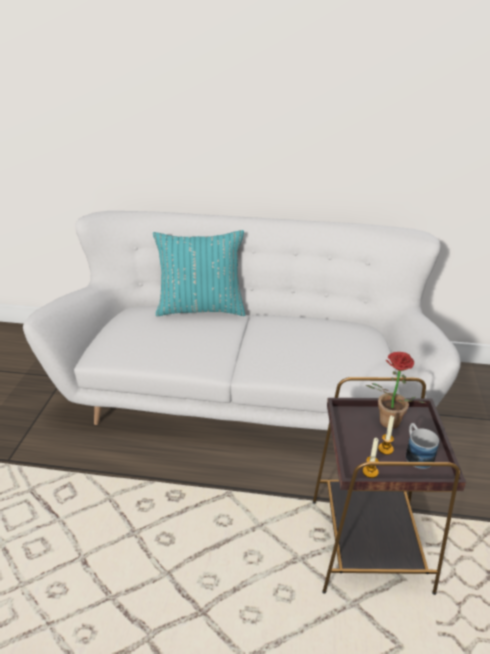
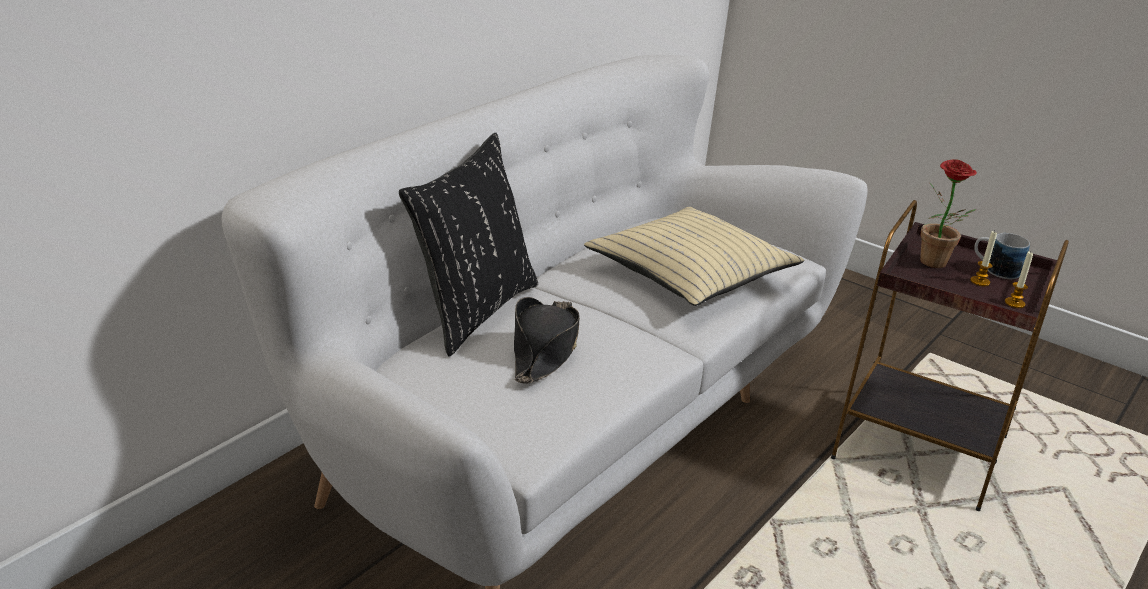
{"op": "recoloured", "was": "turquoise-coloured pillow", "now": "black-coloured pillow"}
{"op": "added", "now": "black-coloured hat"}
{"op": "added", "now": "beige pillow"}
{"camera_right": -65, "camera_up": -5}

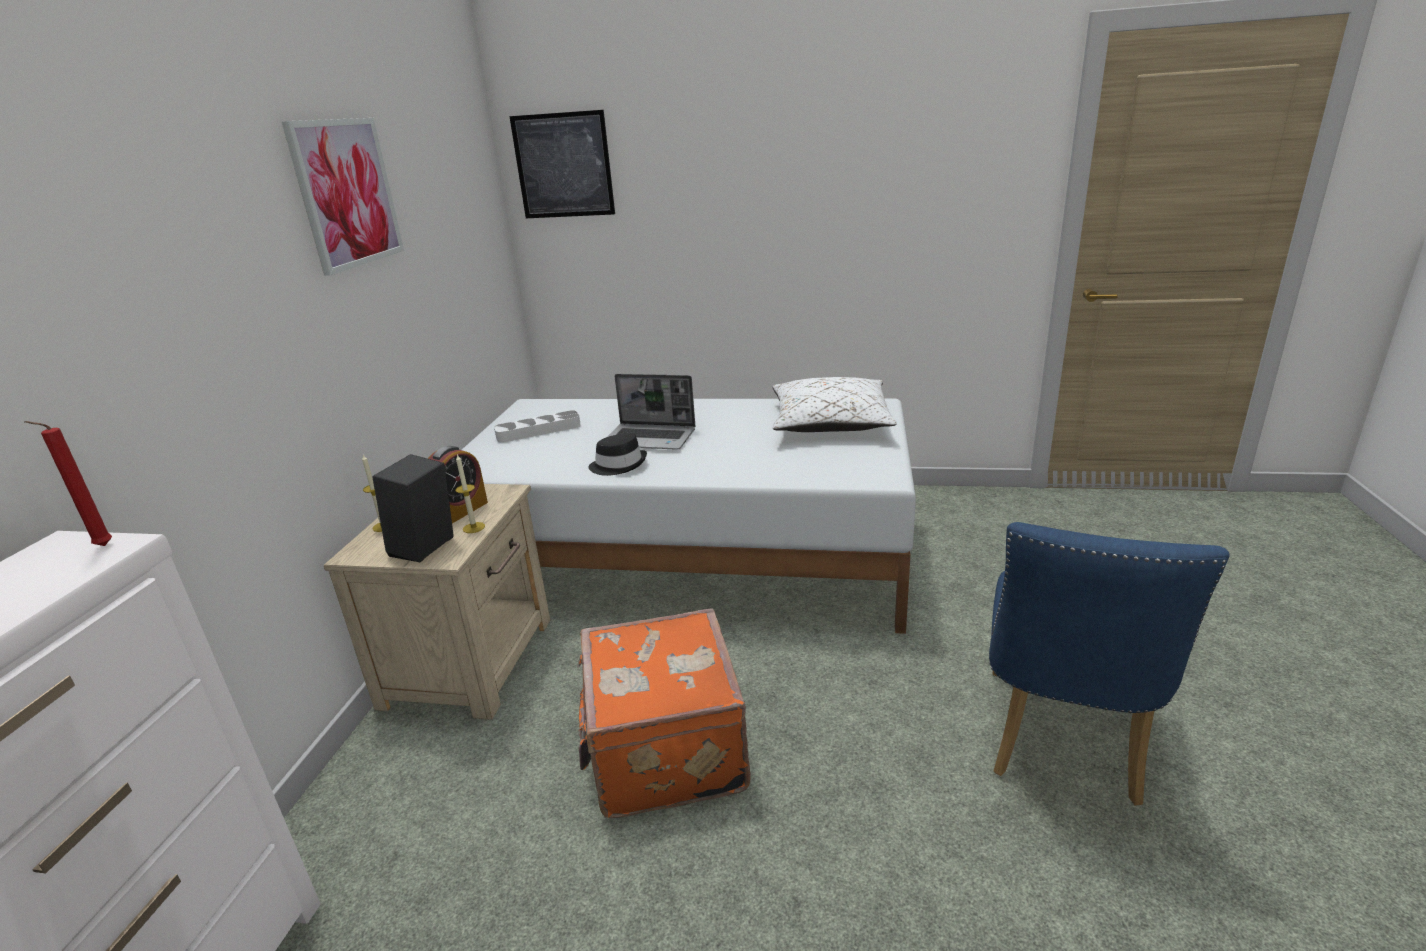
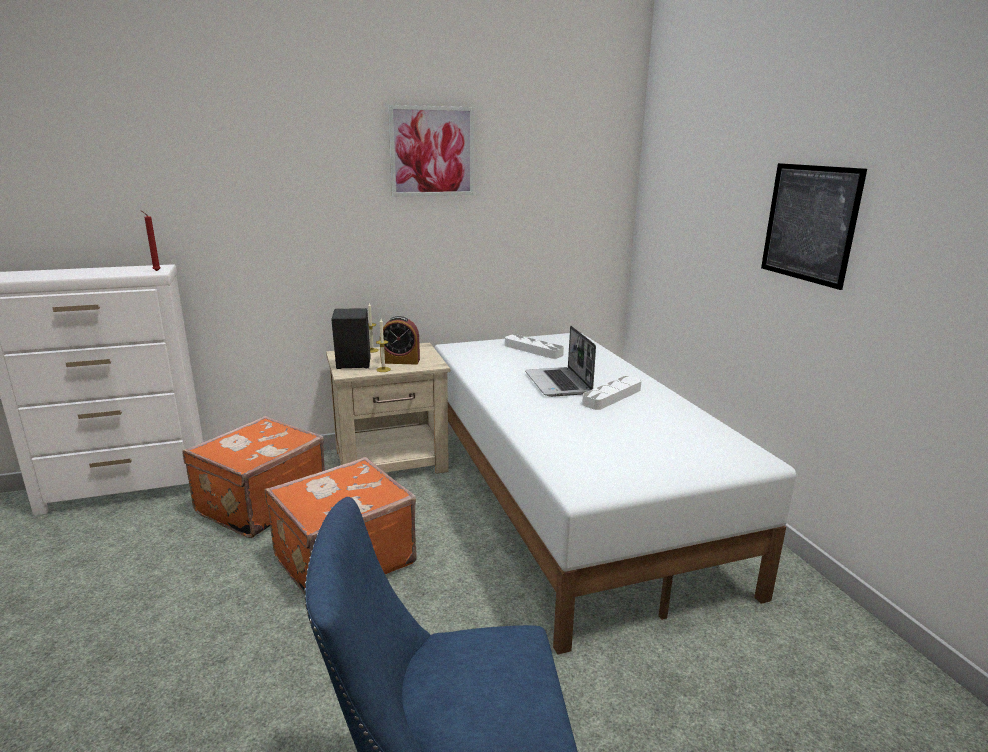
{"op": "moved", "was": "wall picture (2nd from left)"}
{"op": "removed", "was": "black-coloured hat"}
{"op": "removed", "was": "white pillow"}
{"op": "added", "now": "orange-coloured travel case (1st from left)"}
{"op": "added", "now": "white carrying tray (2nd from left)"}
{"camera_right": 60, "camera_up": -5}

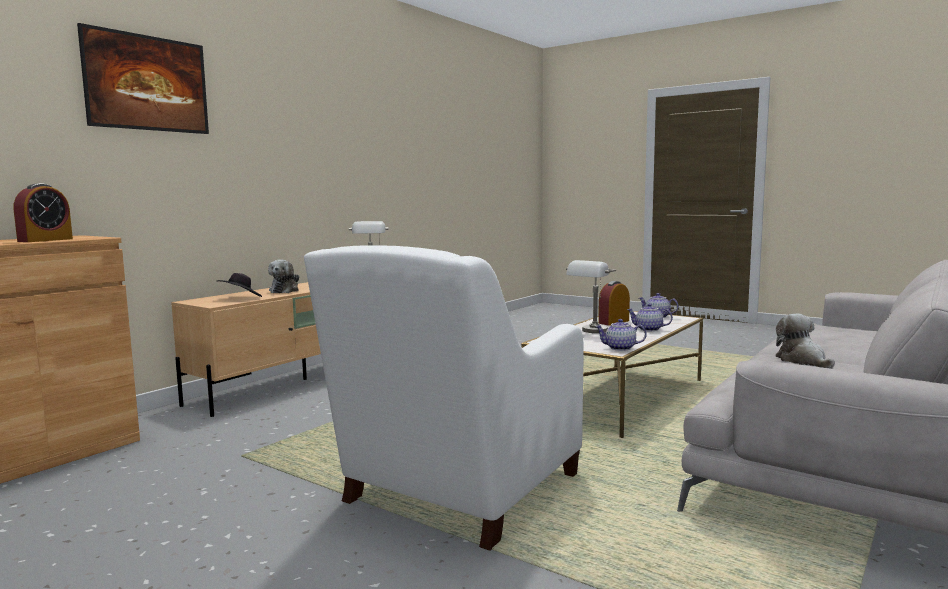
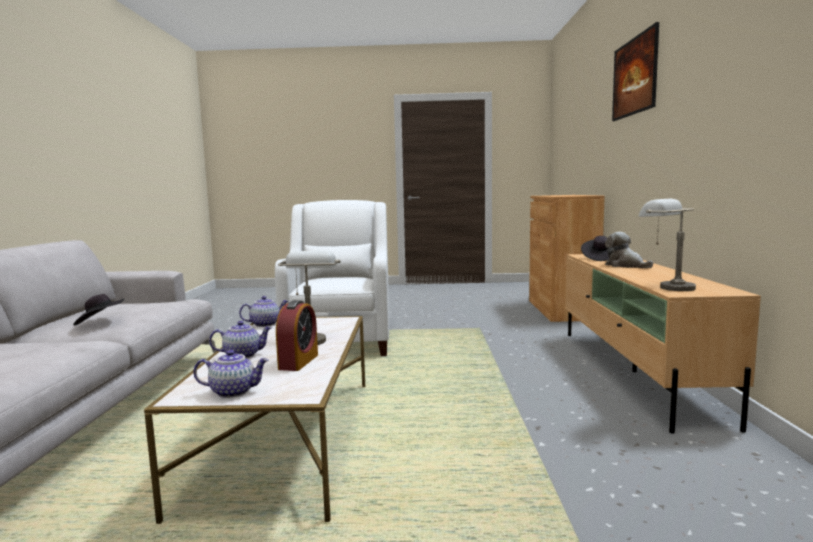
{"op": "removed", "was": "table clock (1st from left)"}
{"op": "replaced", "was": "soft toy (2nd from left)", "now": "black-coloured hat (1st from left)"}
{"camera_right": 145, "camera_up": 0}

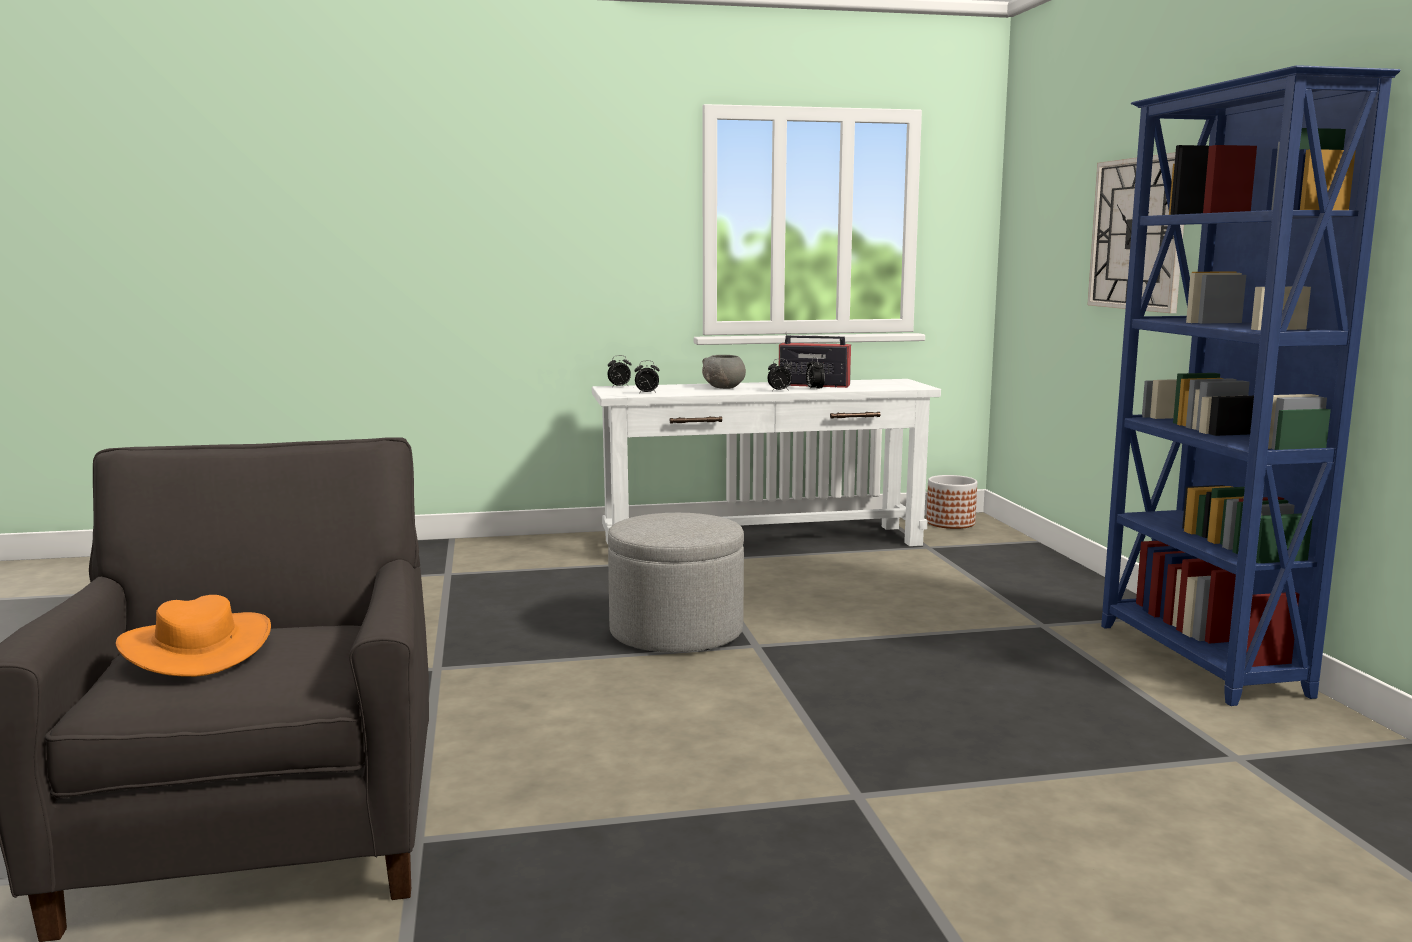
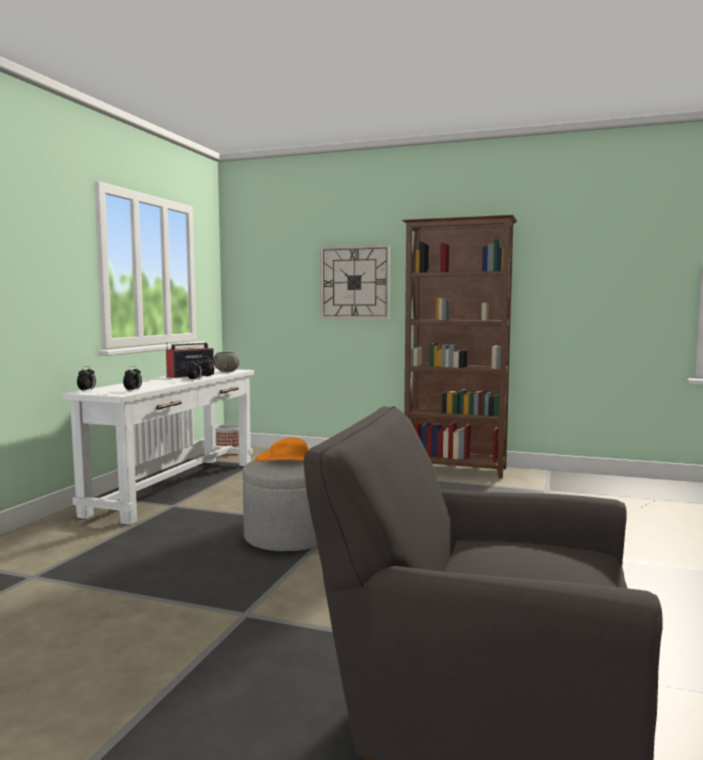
{"op": "moved", "was": "orange-coloured hat"}
{"op": "moved", "was": "greyish deep dish"}
{"op": "recoloured", "was": "blue bookcase", "now": "brownish bookcase"}
{"camera_right": -60, "camera_up": -5}

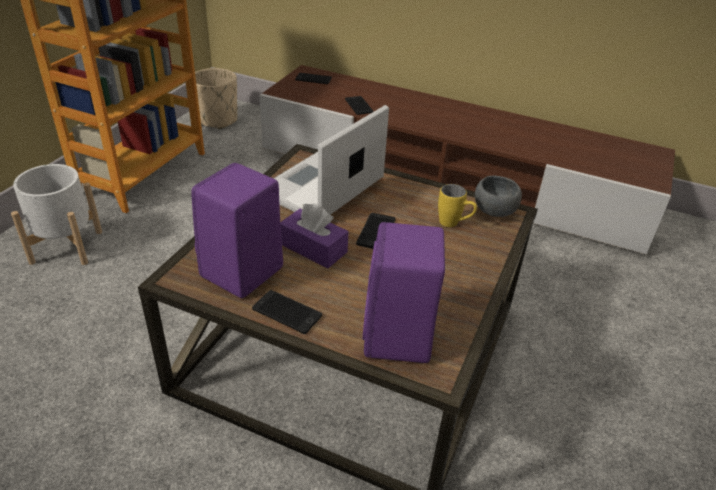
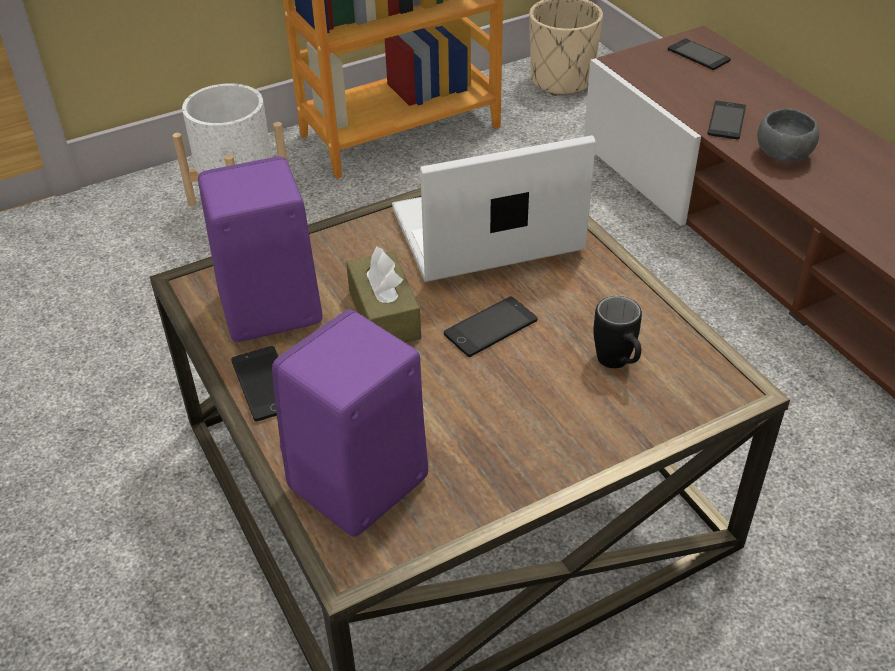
{"op": "recoloured", "was": "purplish box of tissues", "now": "brownish box of tissues"}
{"op": "recoloured", "was": "yellowish tea mug", "now": "black-coloured tea mug"}
{"op": "moved", "was": "greyish deep dish"}
{"camera_right": 40, "camera_up": 5}

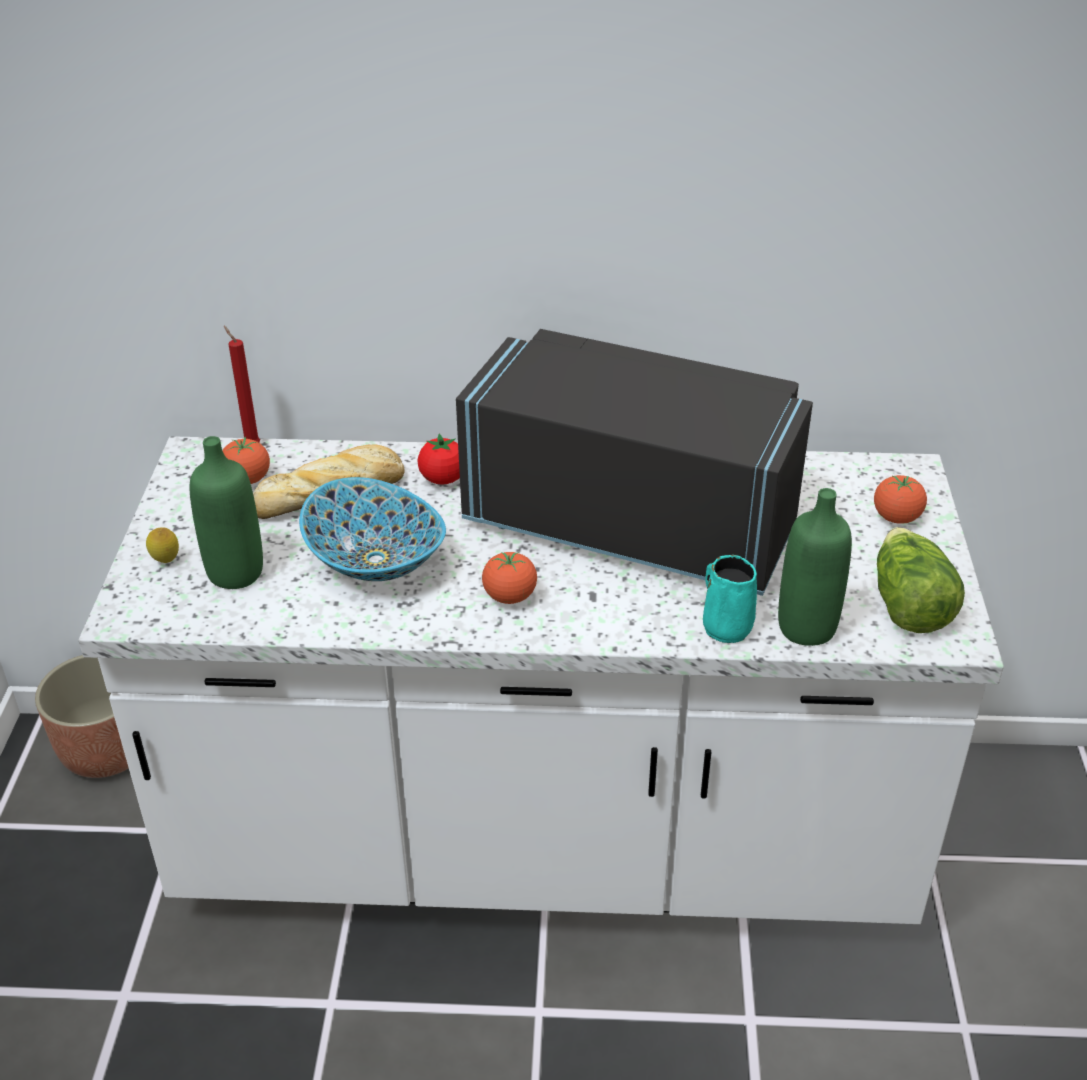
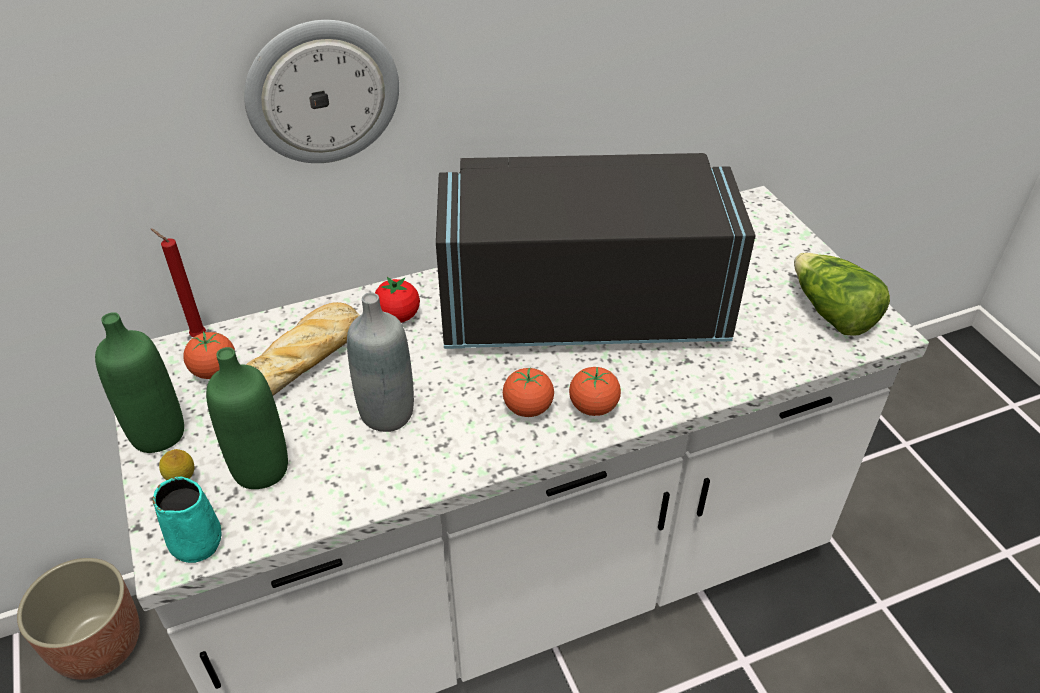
{"op": "replaced", "was": "deep dish", "now": "greyish drink bottle"}
{"op": "moved", "was": "turquoise-coloured tea mug"}
{"op": "moved", "was": "green drink bottle (2nd from left in the first image)", "now": "green drink bottle (1st from left)"}
{"op": "moved", "was": "tomato (4th from left)"}
{"op": "added", "now": "clock on the wall"}
{"camera_right": -25, "camera_up": 5}

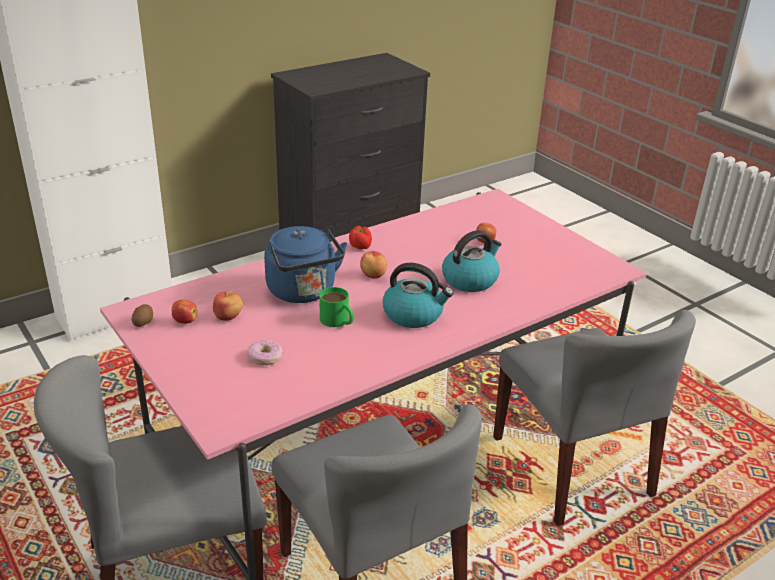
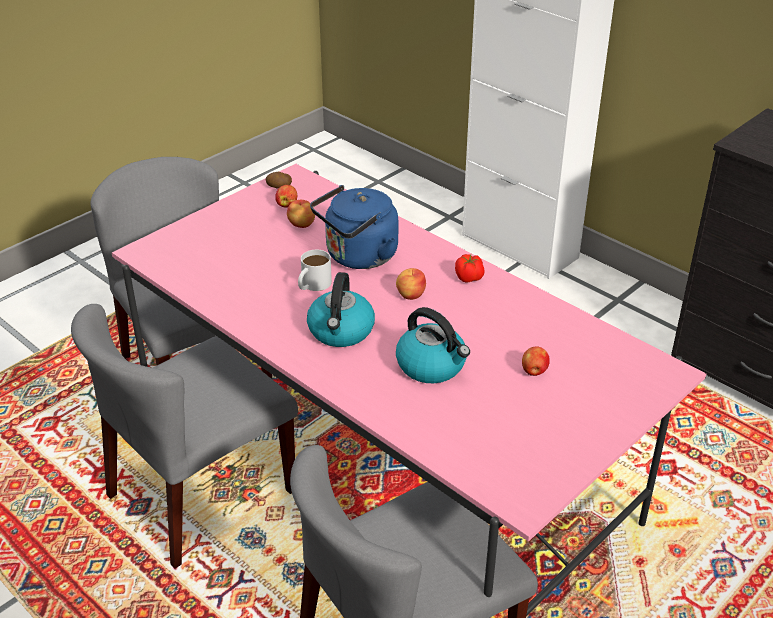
{"op": "removed", "was": "doughnut"}
{"op": "recoloured", "was": "green tea mug", "now": "white tea mug"}
{"camera_right": 80, "camera_up": 5}

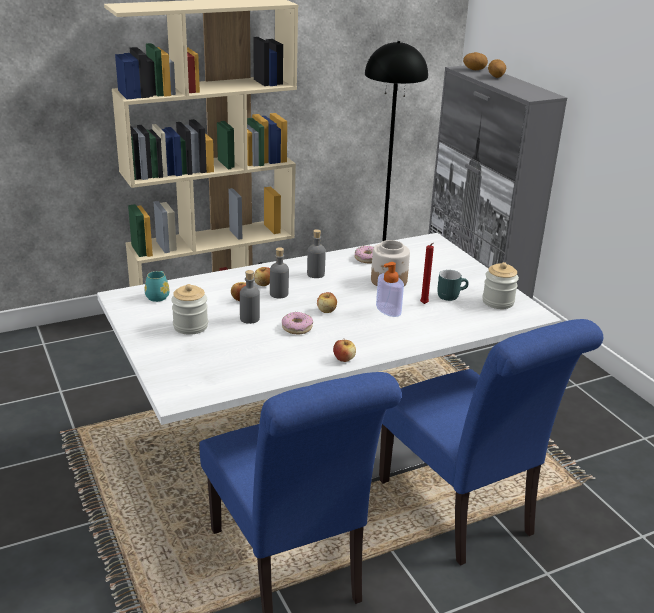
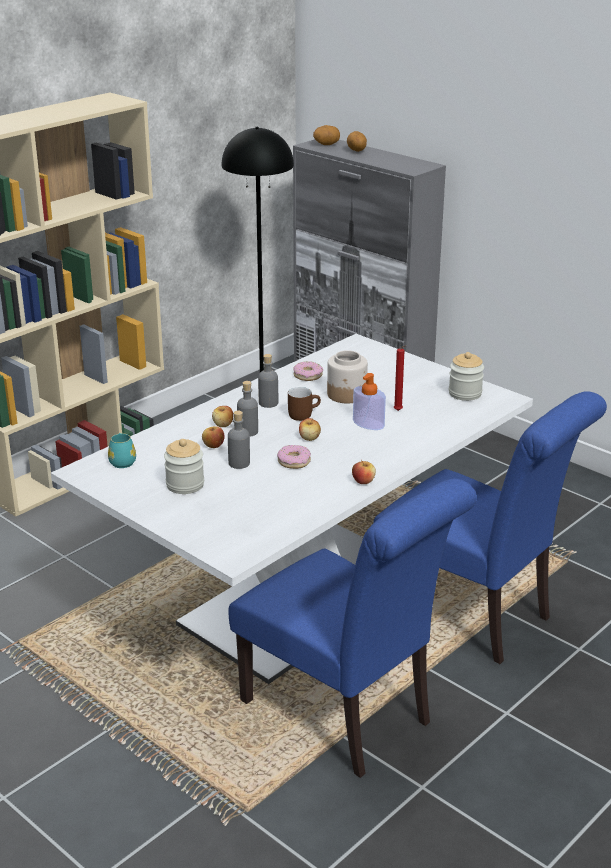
{"op": "removed", "was": "turquoise-coloured tea mug (2nd from left)"}
{"op": "added", "now": "brownish tea mug"}
{"camera_right": -20, "camera_up": 0}

